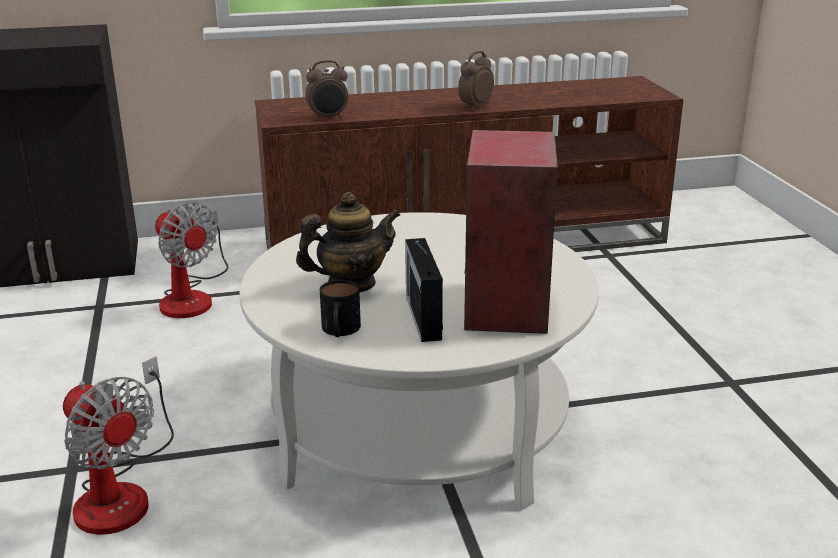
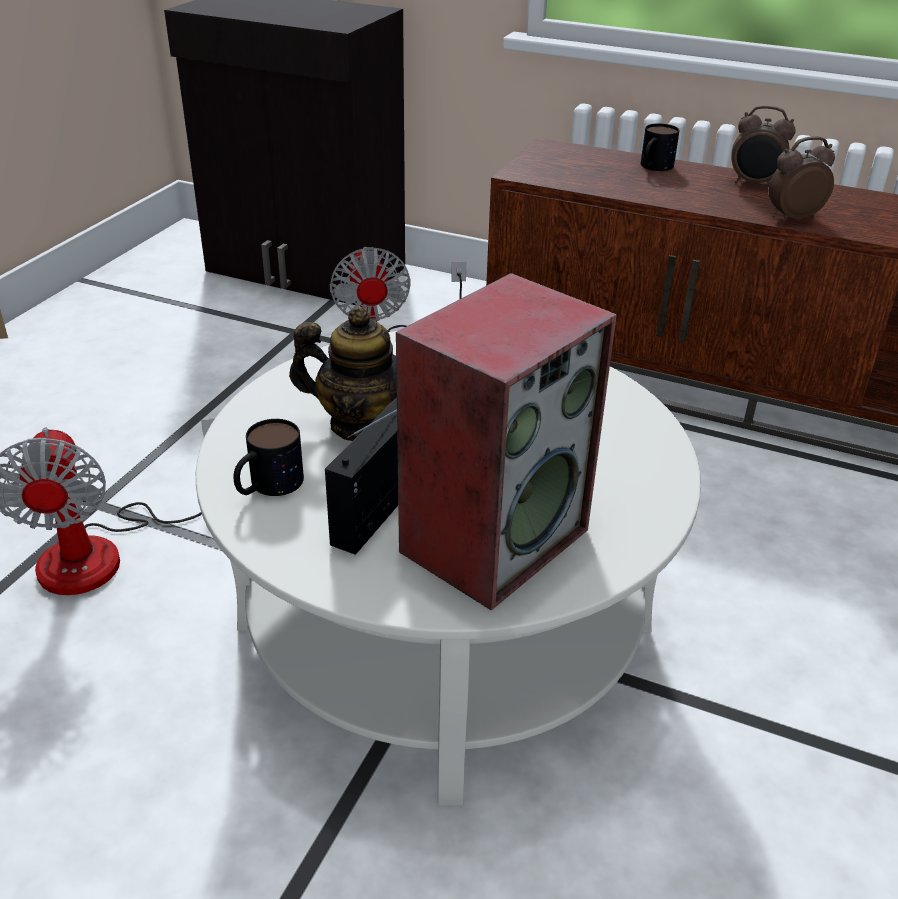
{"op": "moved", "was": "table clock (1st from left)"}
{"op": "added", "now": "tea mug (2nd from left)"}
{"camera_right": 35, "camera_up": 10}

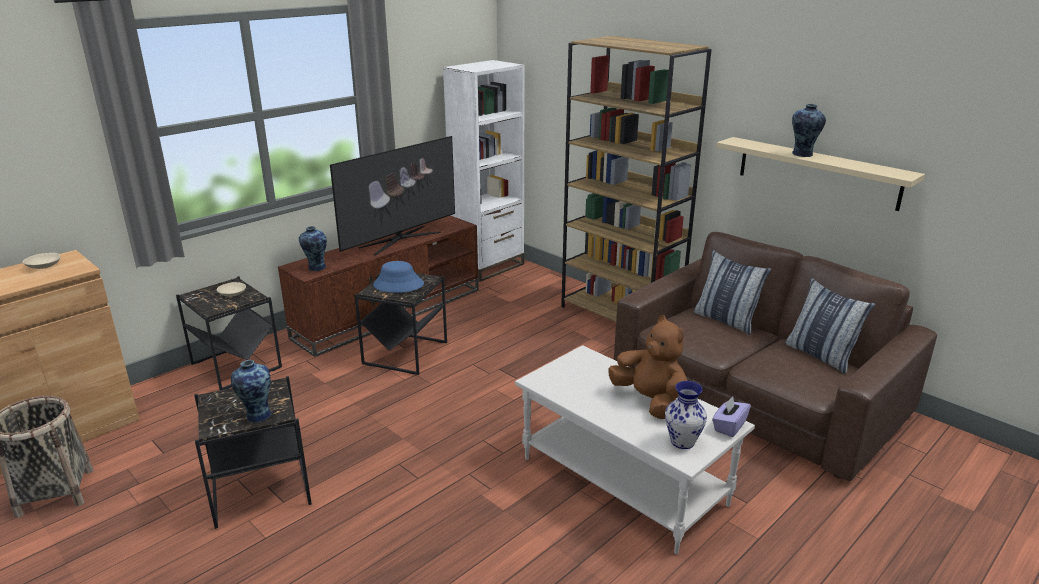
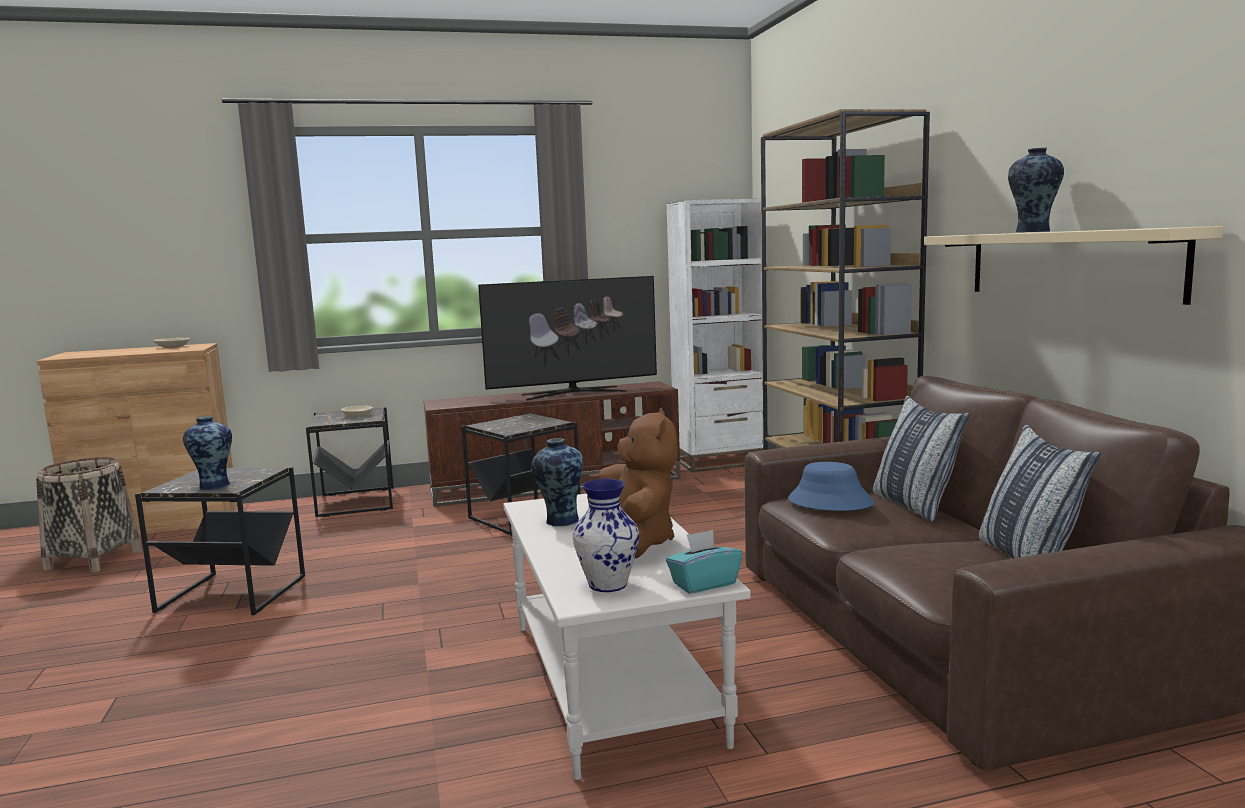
{"op": "moved", "was": "decorative vase (2nd from left)"}
{"op": "moved", "was": "blue hat"}
{"op": "recoloured", "was": "purplish box of tissues", "now": "turquoise-coloured box of tissues"}
{"camera_right": 30, "camera_up": -15}

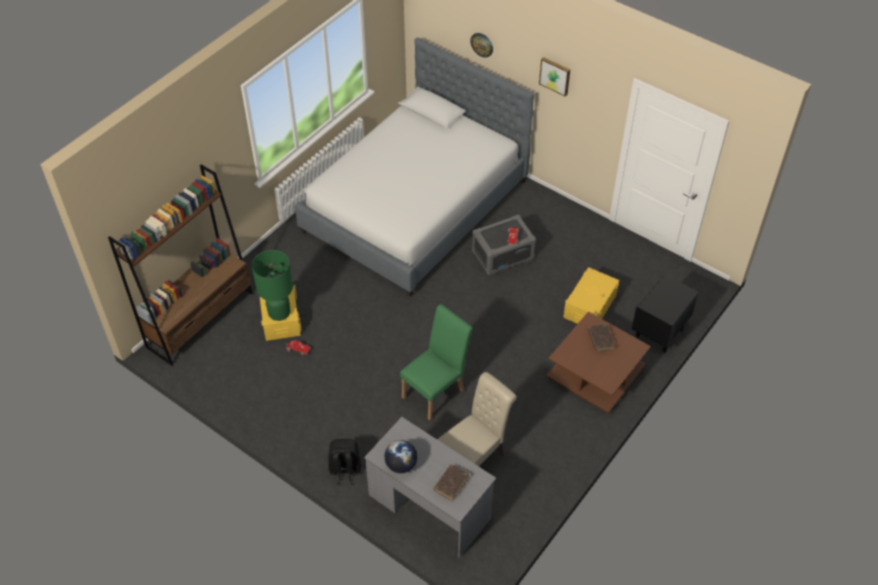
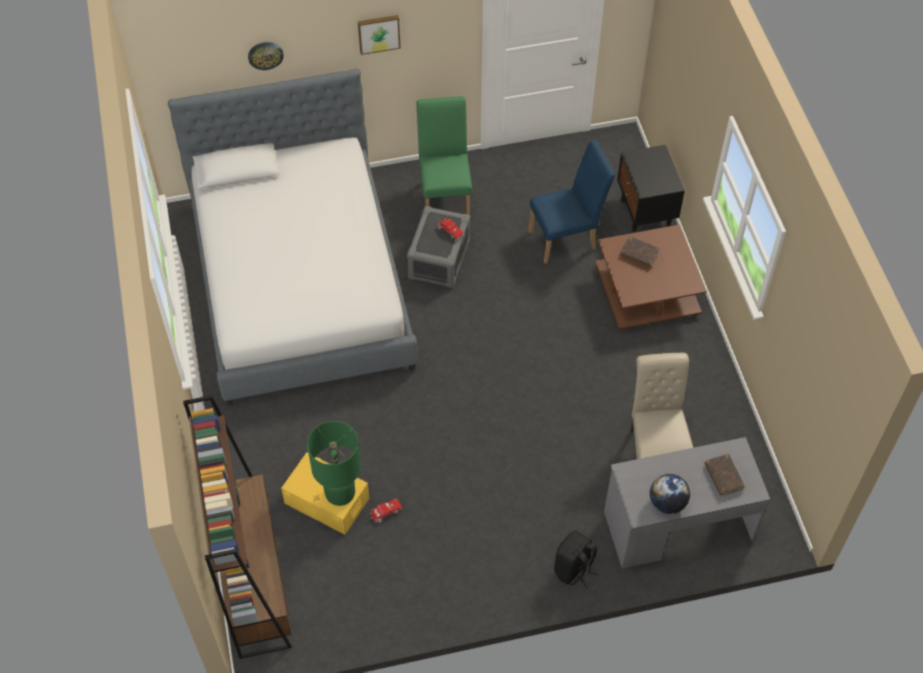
{"op": "moved", "was": "green upright chair"}
{"op": "replaced", "was": "yellowish storage bin (2nd from left)", "now": "blue upright chair"}
{"camera_right": -50, "camera_up": 5}

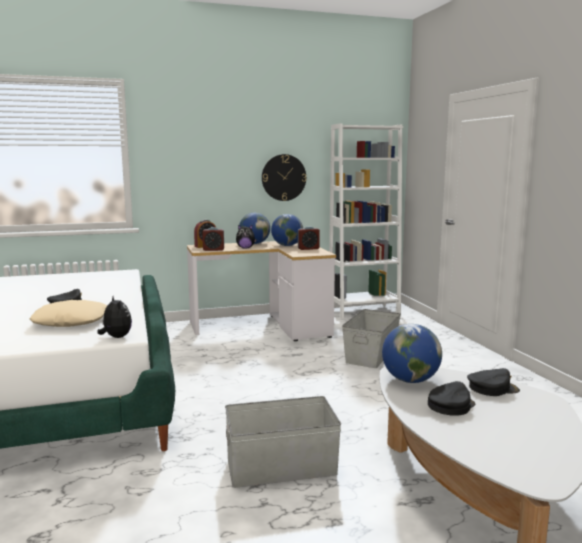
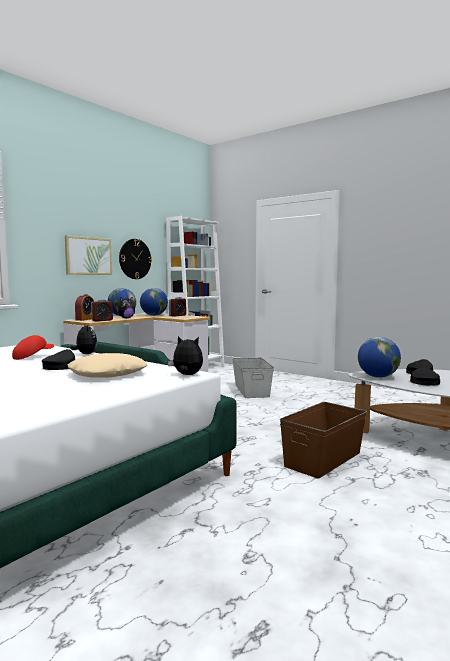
{"op": "recoloured", "was": "greyish storage bin (1st from left)", "now": "brownish storage bin"}
{"op": "added", "now": "red cap"}
{"op": "added", "now": "wall picture"}
{"op": "added", "now": "soft toy (1st from left)"}
{"camera_right": -35, "camera_up": -5}

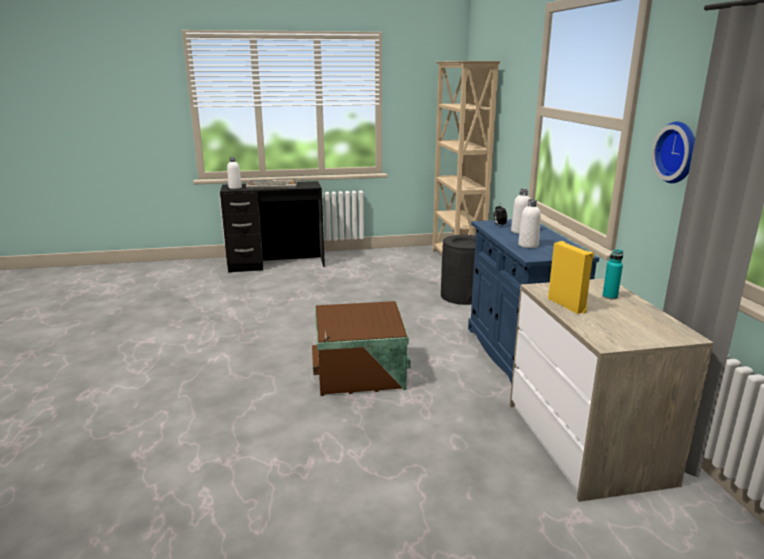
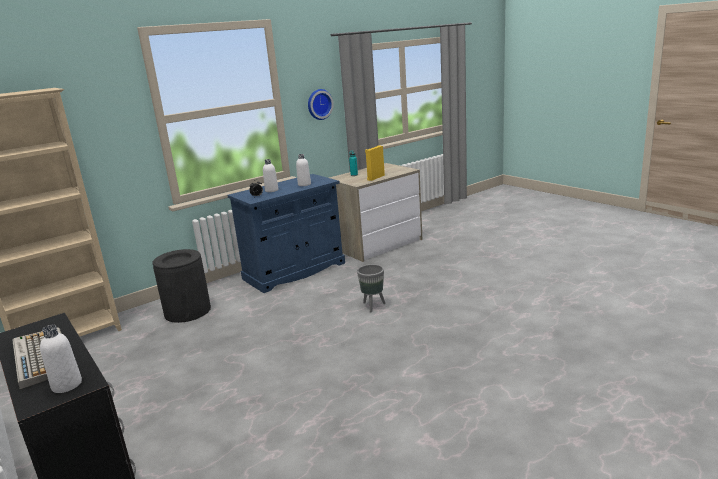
{"op": "replaced", "was": "brownish storage bin", "now": "greyish flower pot"}
{"camera_right": -115, "camera_up": 0}

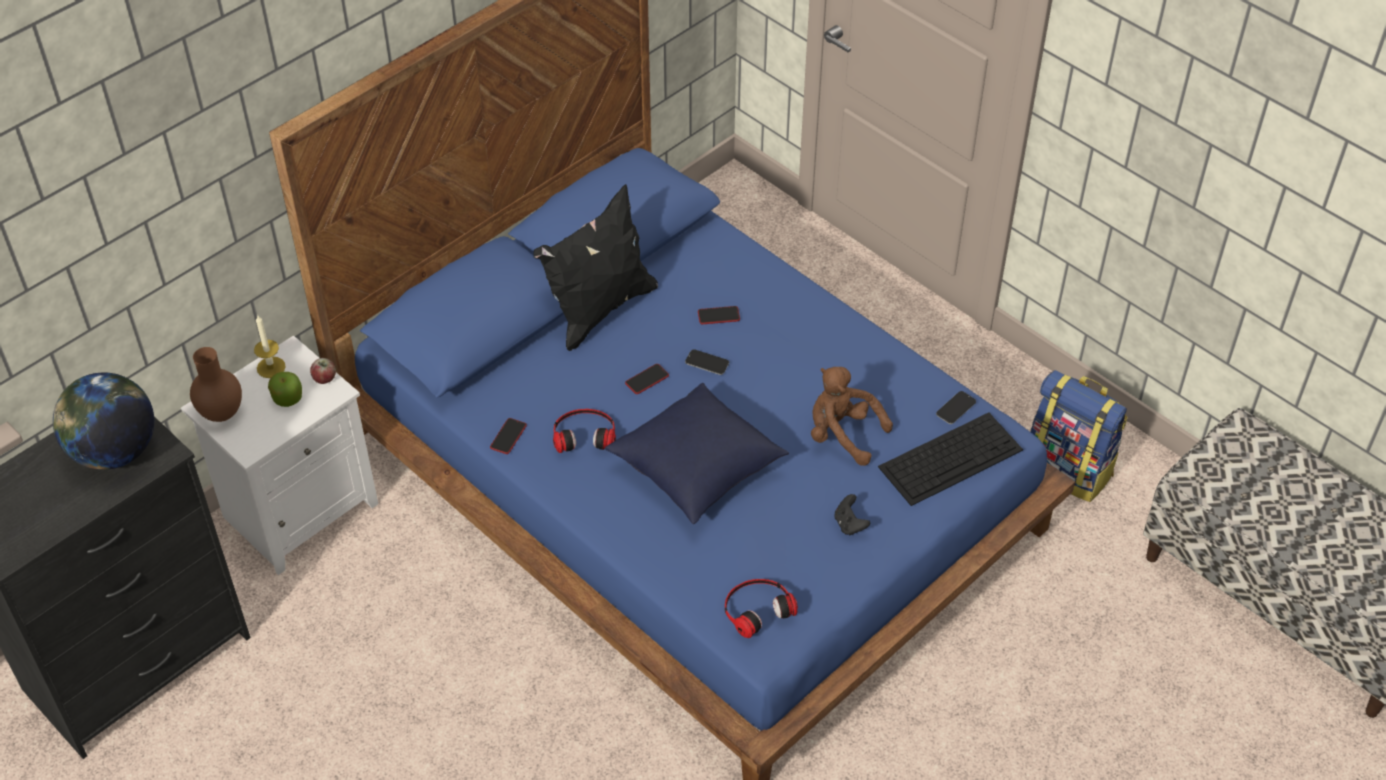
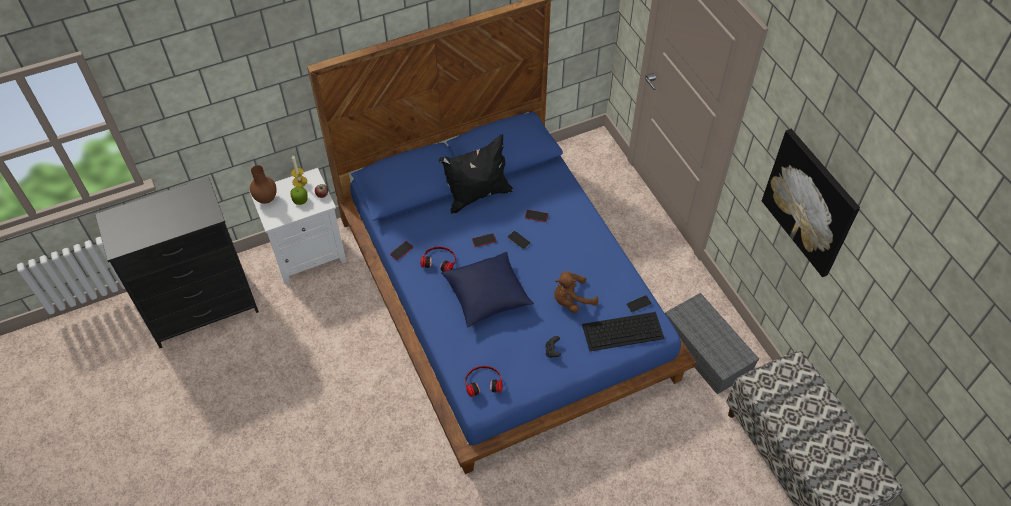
{"op": "removed", "was": "world globe"}
{"op": "turned", "was": "brownish soft toy", "clockwise": -75}
{"op": "replaced", "was": "rucksack", "now": "greyish storage bin"}
{"op": "added", "now": "wall picture"}
{"camera_right": 20, "camera_up": 5}

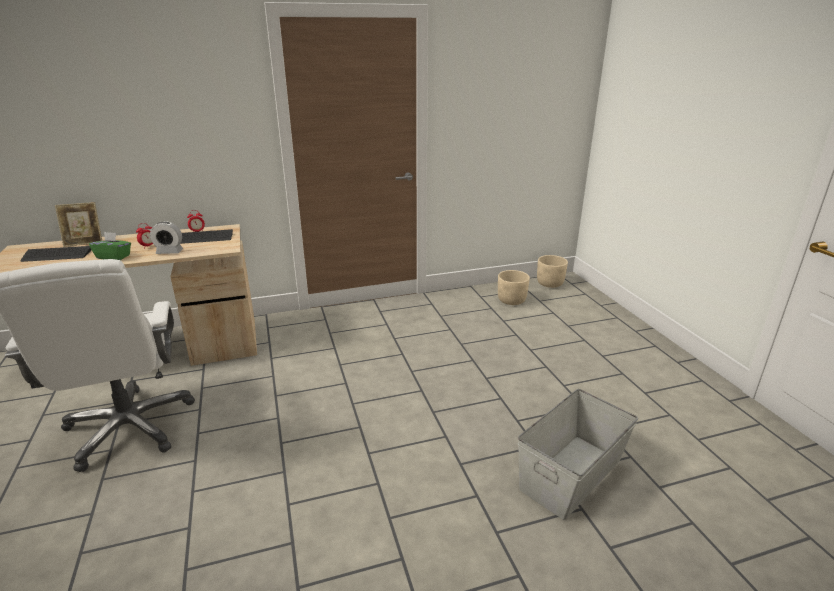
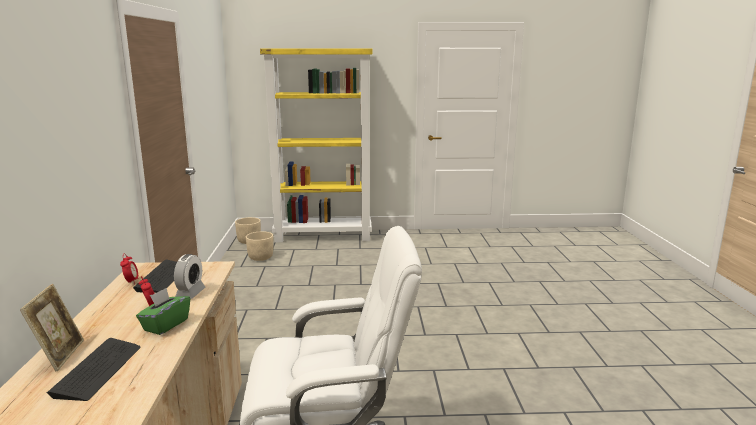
{"op": "removed", "was": "greyish storage bin"}
{"op": "added", "now": "yellowish bookcase"}
{"camera_right": -75, "camera_up": -10}

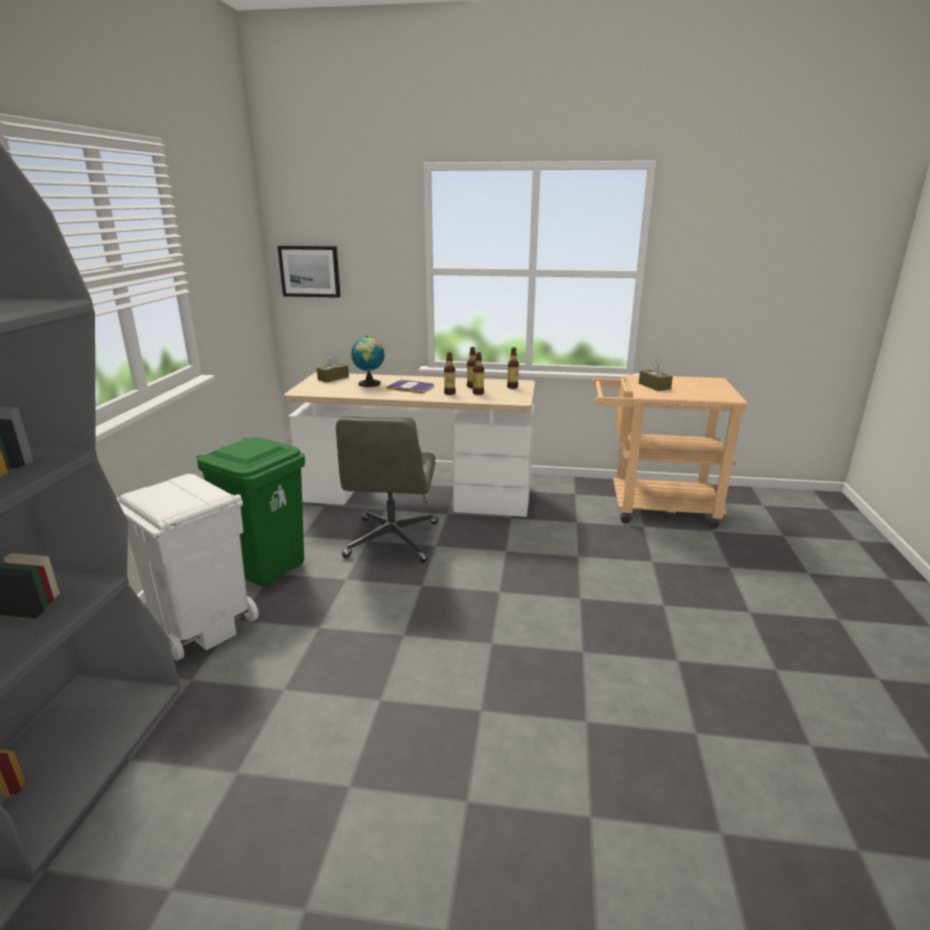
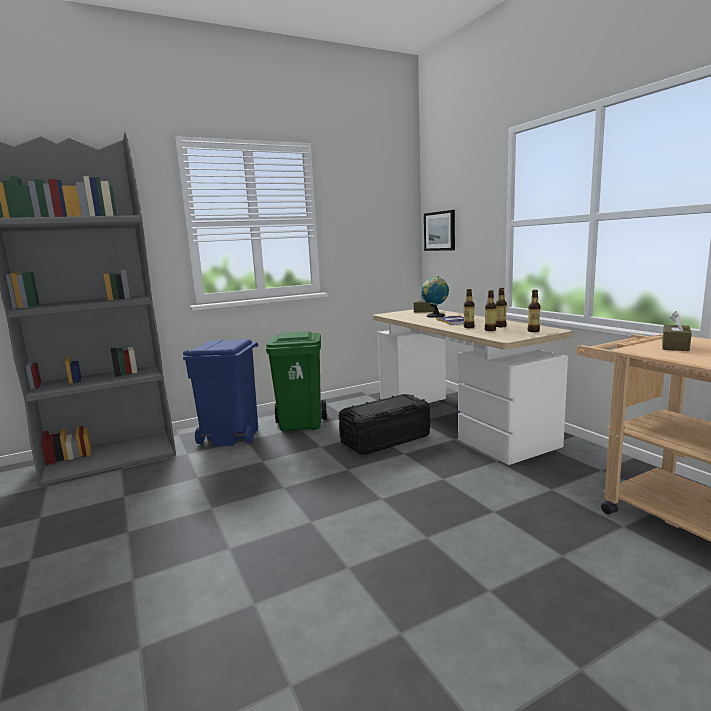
{"op": "recoloured", "was": "white trash can", "now": "blue trash can"}
{"op": "replaced", "was": "greyish desk chair", "now": "black-coloured storage bin"}
{"camera_right": 55, "camera_up": -10}

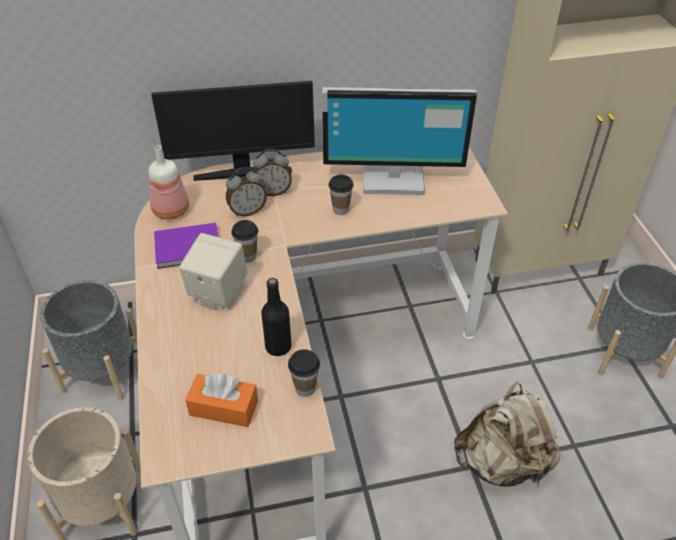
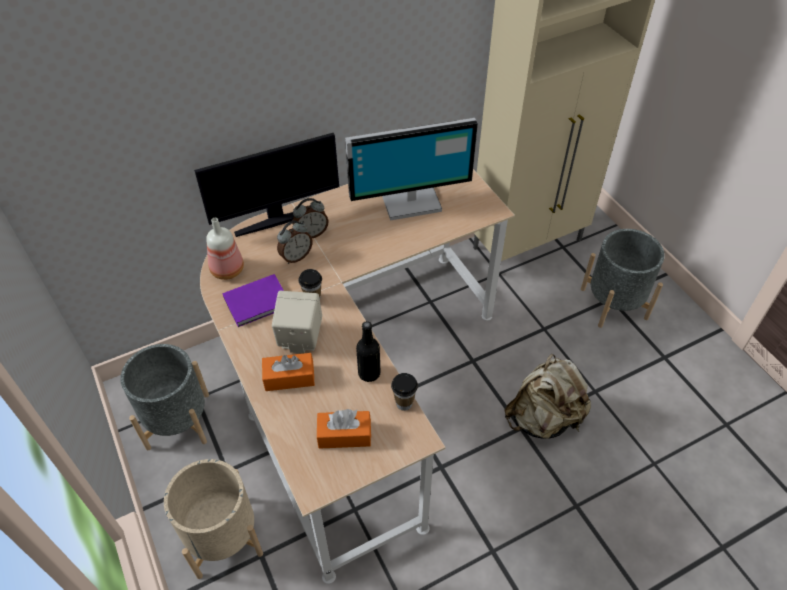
{"op": "removed", "was": "cup (3rd from left)"}
{"op": "added", "now": "orange-coloured box of tissues (1st from left)"}
{"camera_right": -15, "camera_up": 5}

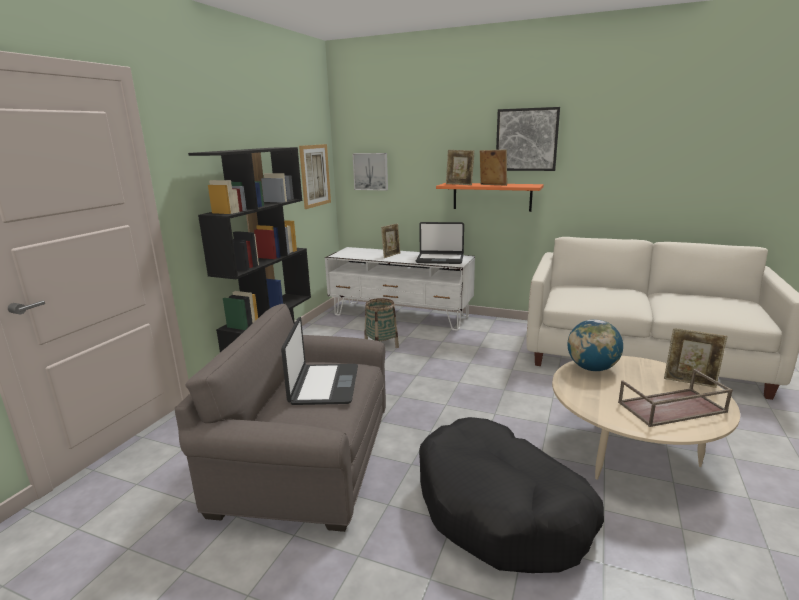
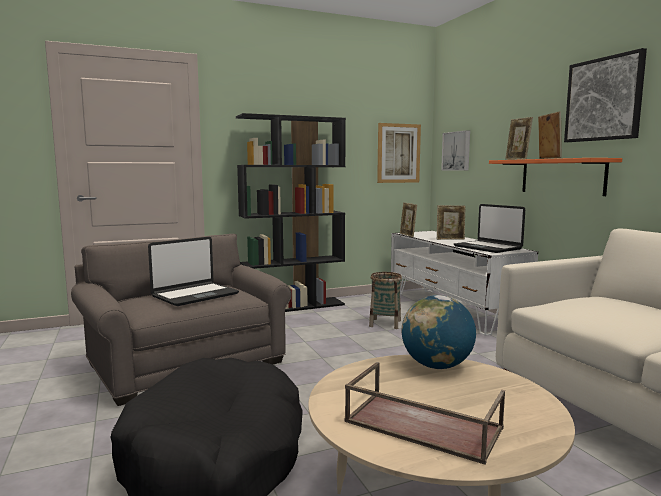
{"op": "moved", "was": "picture frame (4th from left in the first image)", "now": "picture frame (1st from left)"}
{"camera_right": 45, "camera_up": -10}

